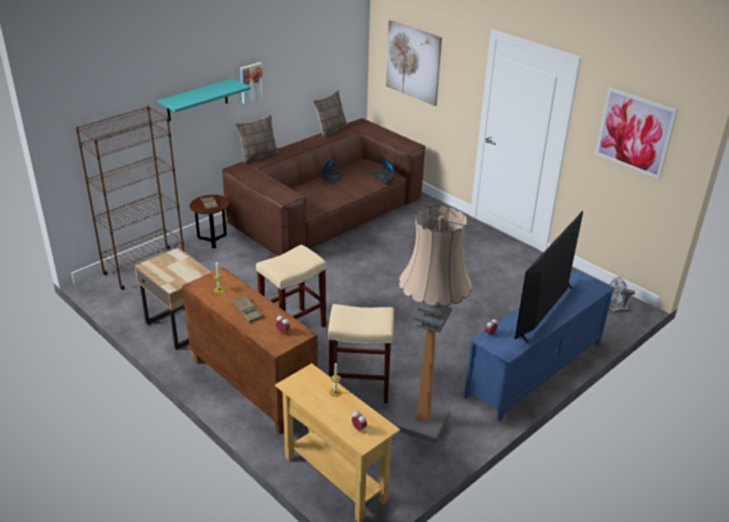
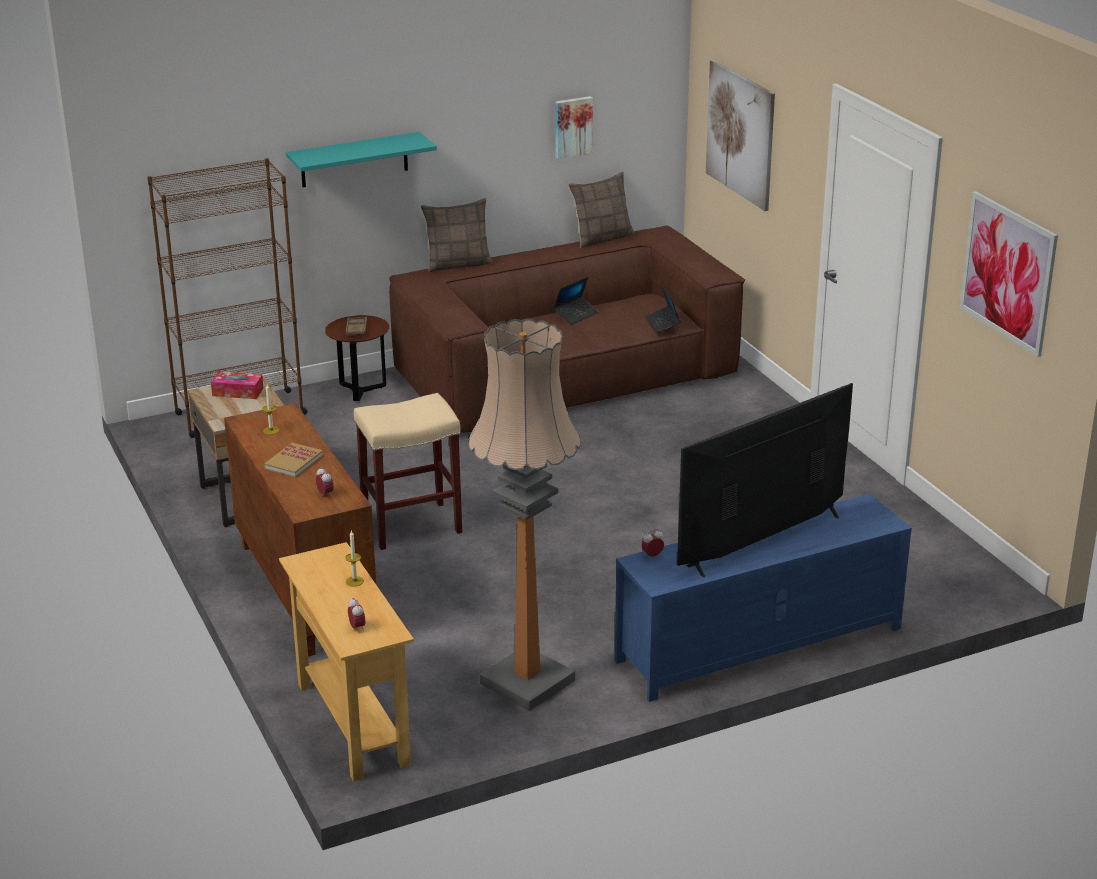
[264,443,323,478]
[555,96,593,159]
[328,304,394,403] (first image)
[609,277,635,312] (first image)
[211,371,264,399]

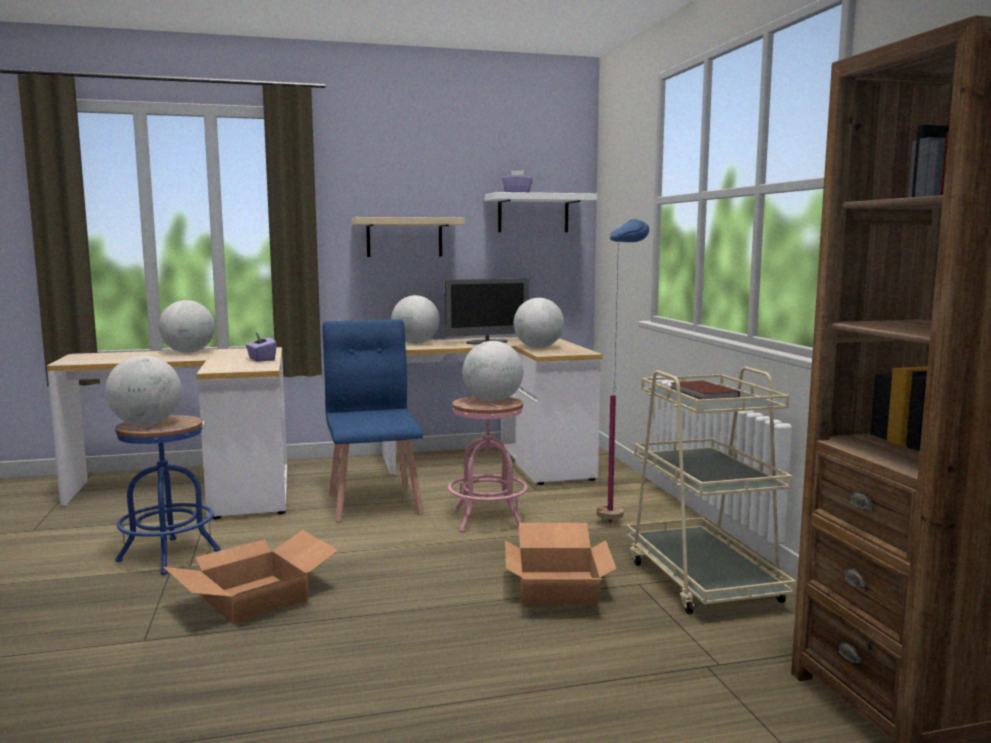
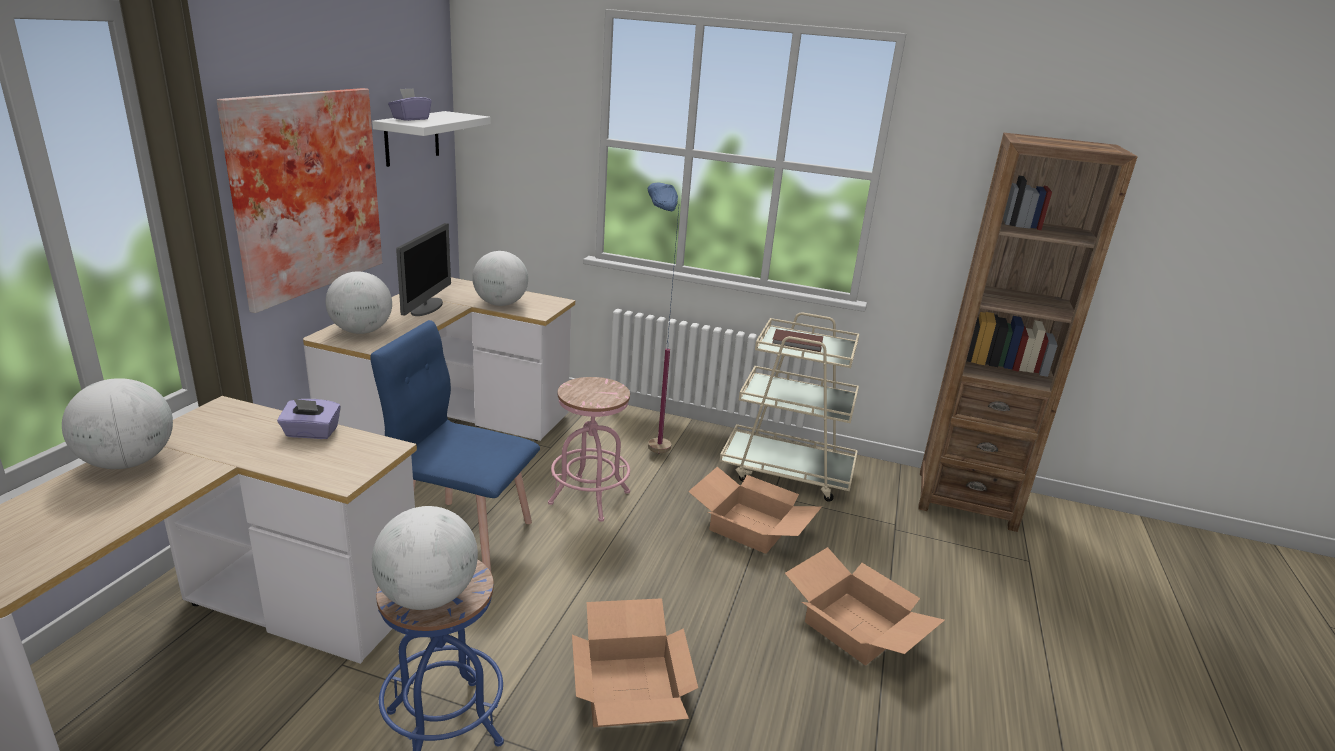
[216,88,382,313]
[463,341,523,402] (first image)
[785,547,945,665]

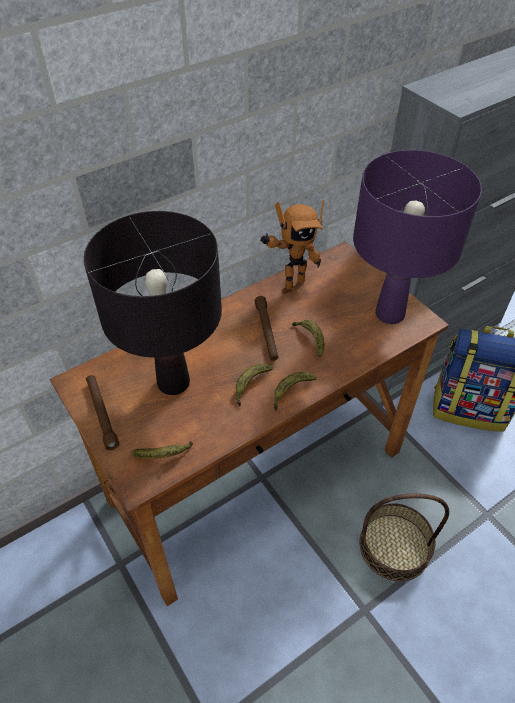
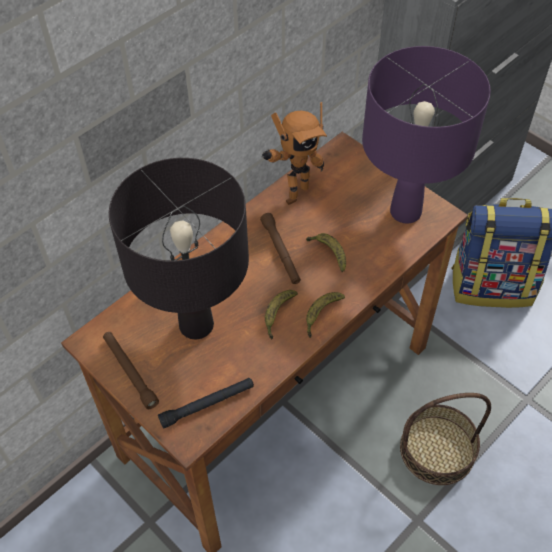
[158,378,254,429]

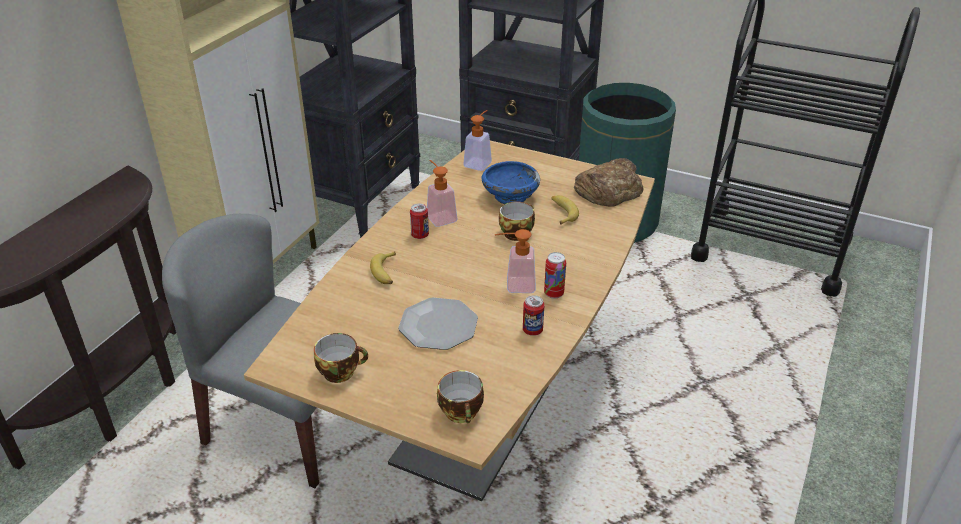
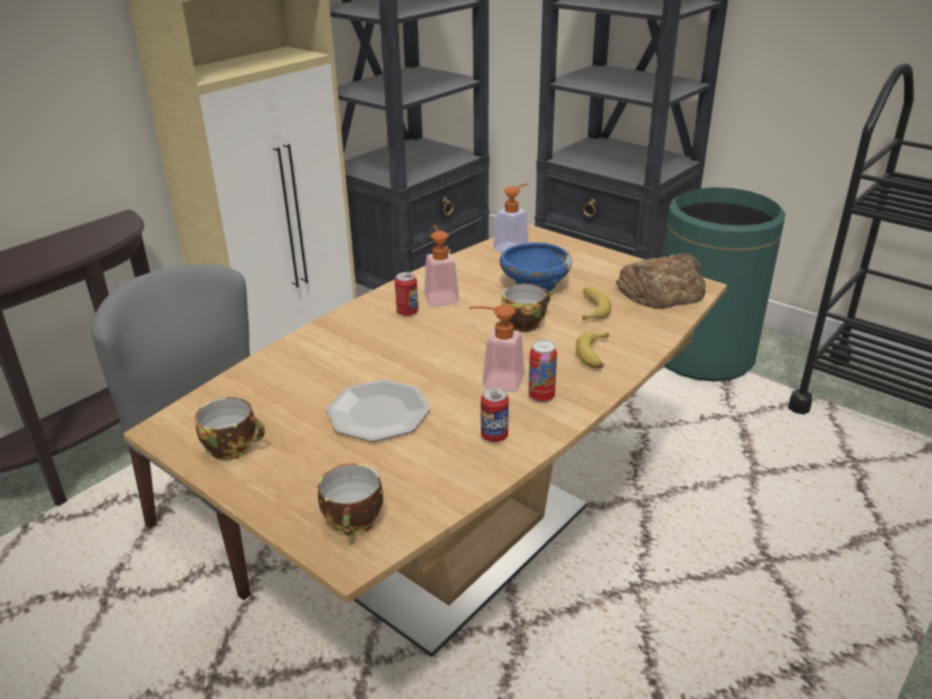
[576,332,609,368]

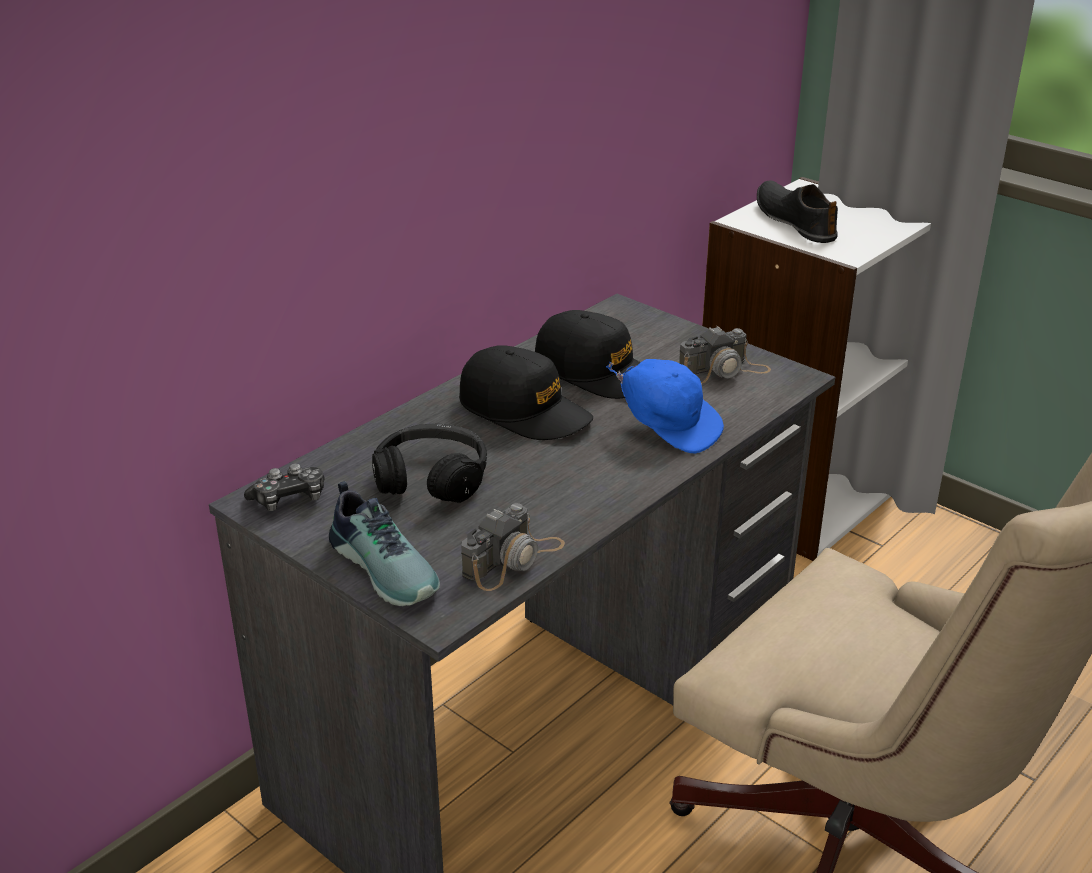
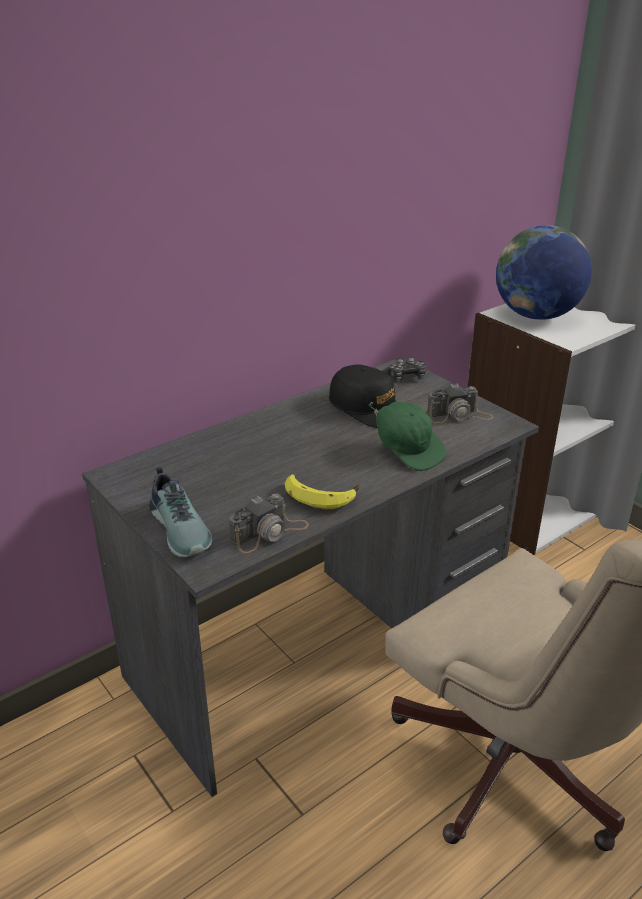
[383,358,427,382]
[372,424,487,503] (first image)
[459,345,593,440] (first image)
[368,402,446,471]
[496,225,592,320]
[285,474,359,509]

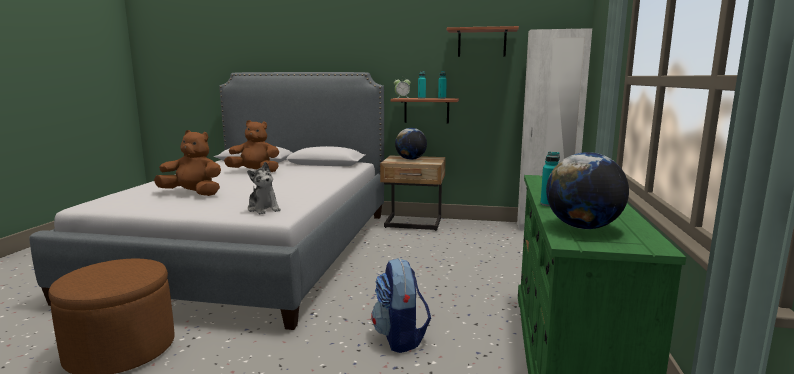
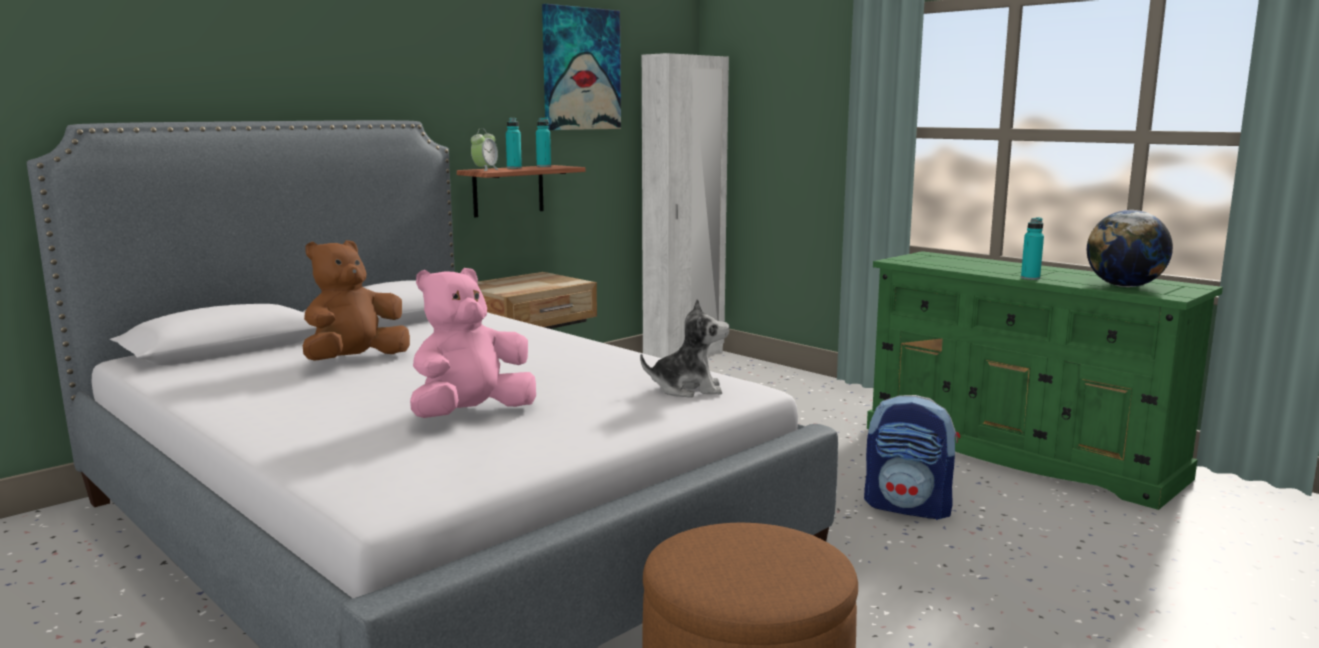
[410,268,536,418]
[395,128,427,160] (first image)
[542,4,621,130]

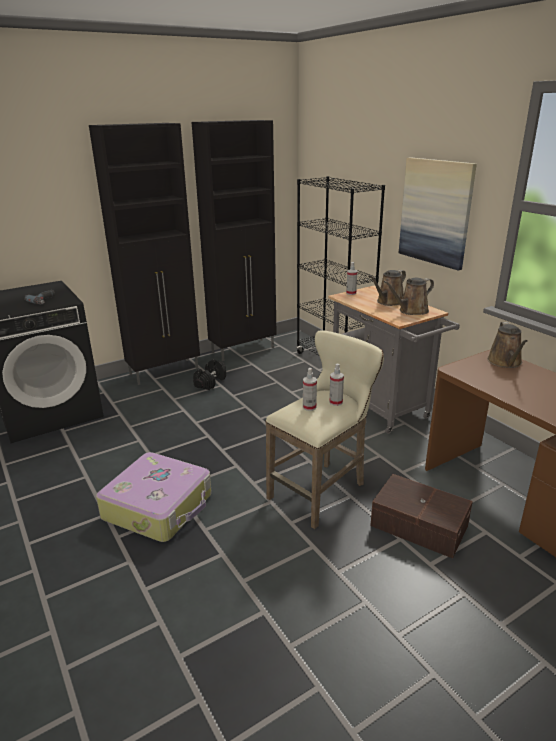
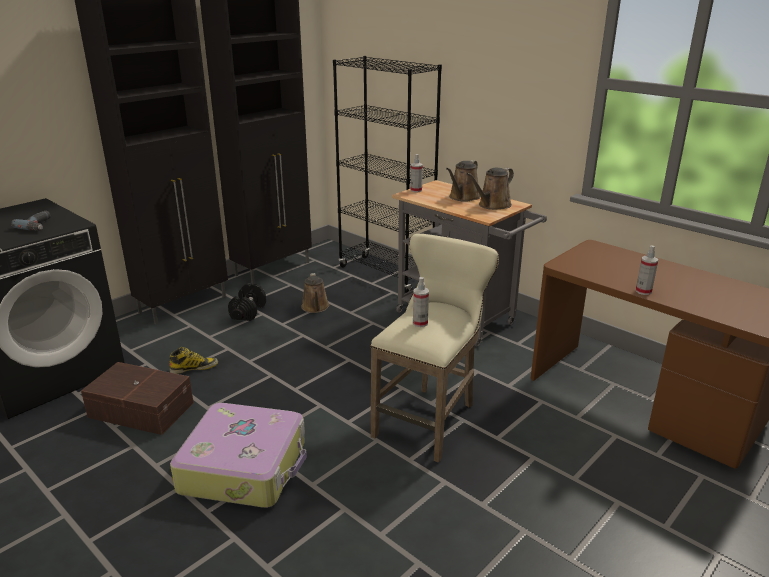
[636,246,658,295]
[81,362,194,435]
[399,157,477,271] (first image)
[301,273,329,313]
[169,347,218,374]

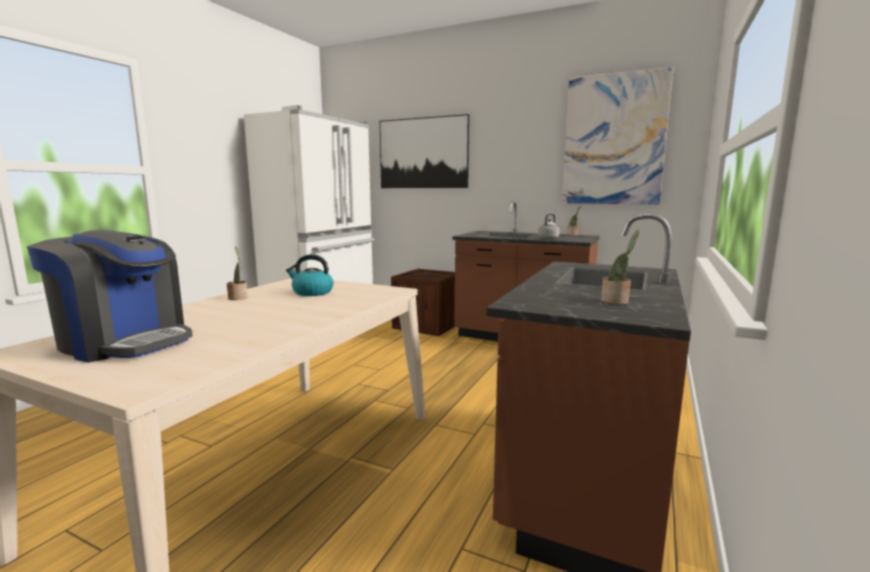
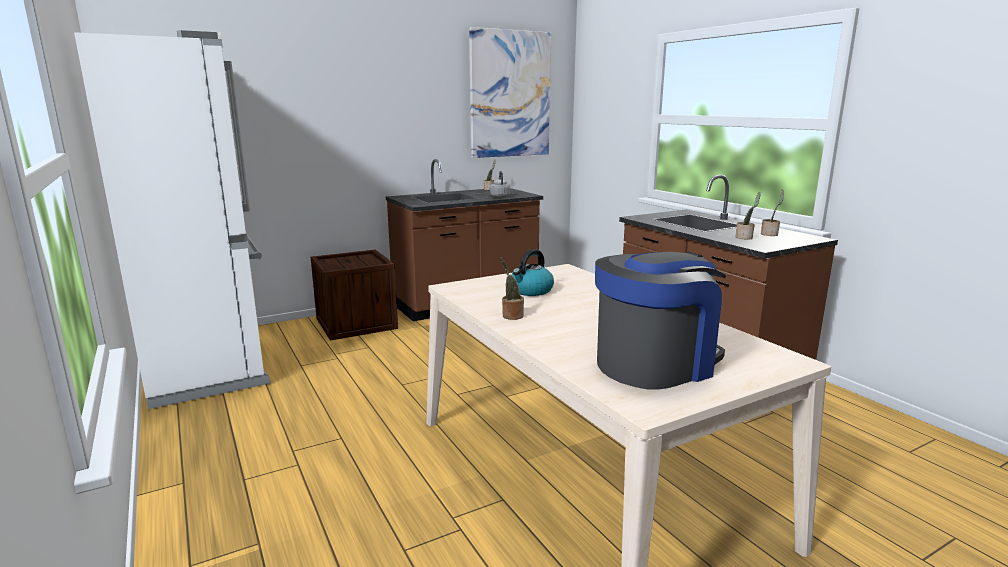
[380,114,469,188] (first image)
[735,192,761,239]

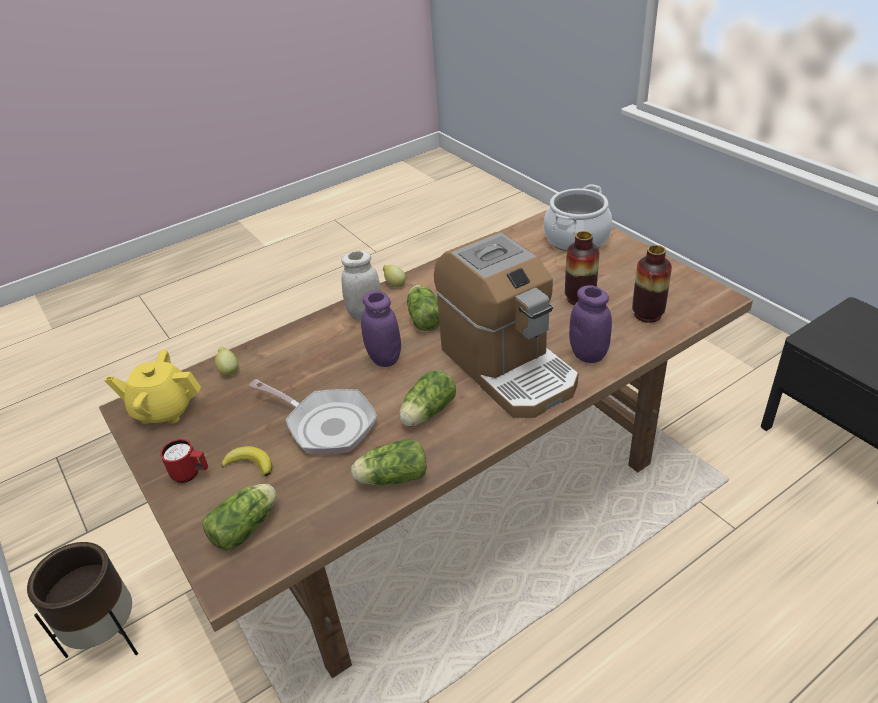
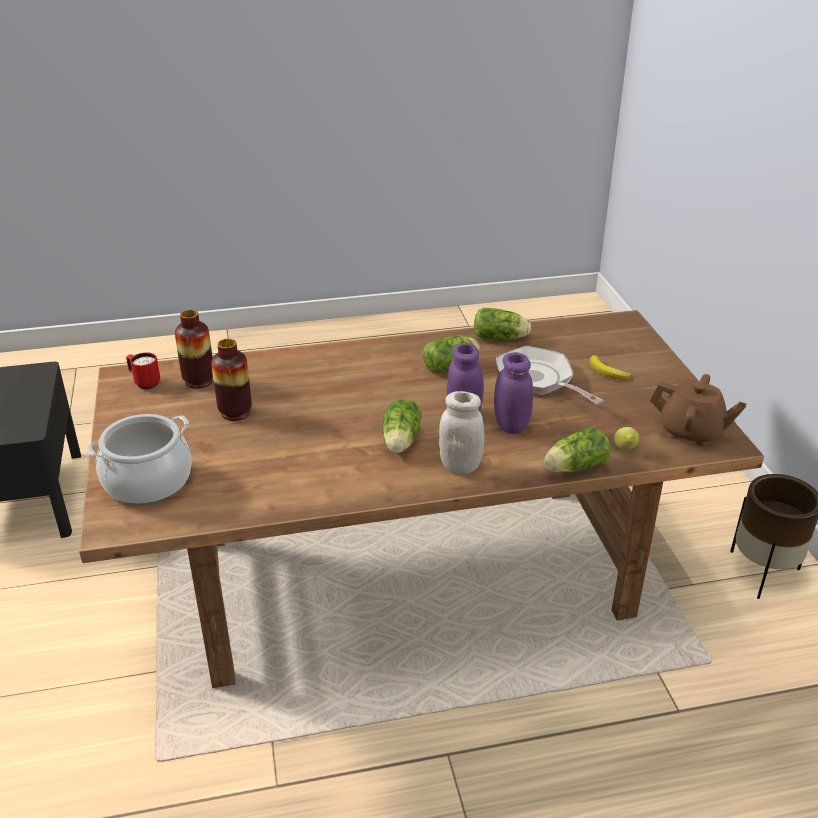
[650,374,747,446]
[126,352,160,389]
[544,428,611,472]
[383,265,406,287] (first image)
[434,232,579,418] (first image)
[494,352,533,434]

